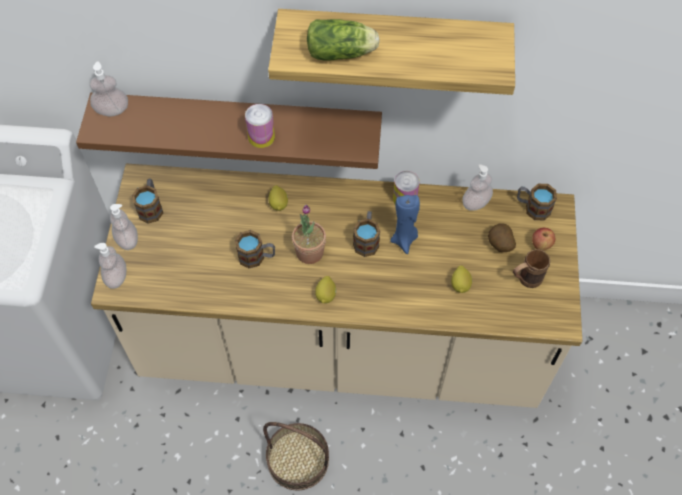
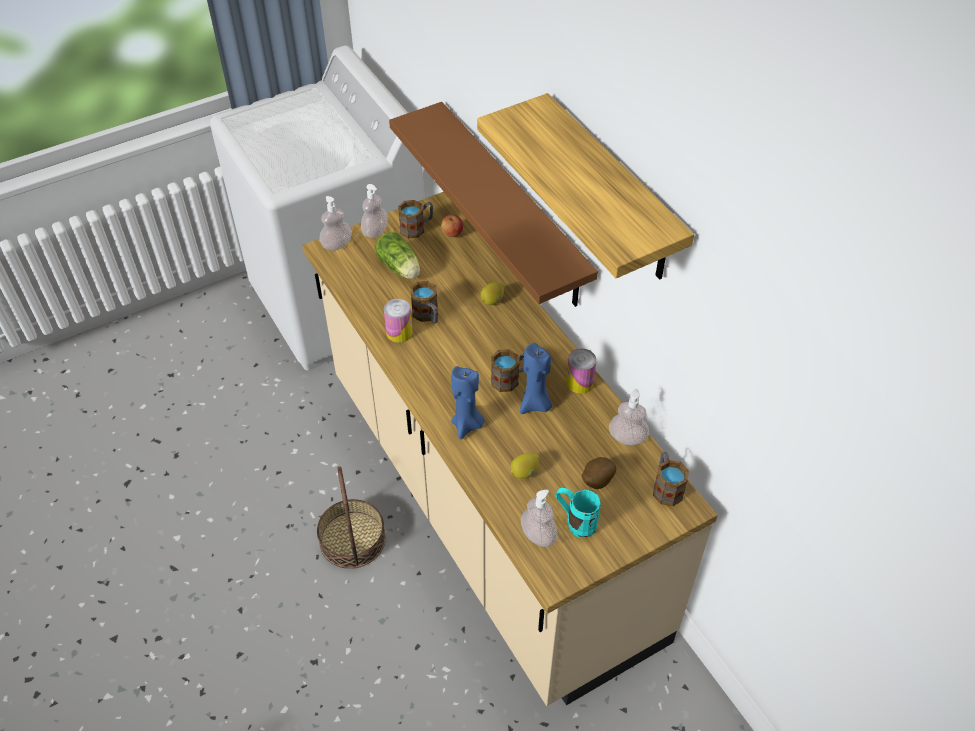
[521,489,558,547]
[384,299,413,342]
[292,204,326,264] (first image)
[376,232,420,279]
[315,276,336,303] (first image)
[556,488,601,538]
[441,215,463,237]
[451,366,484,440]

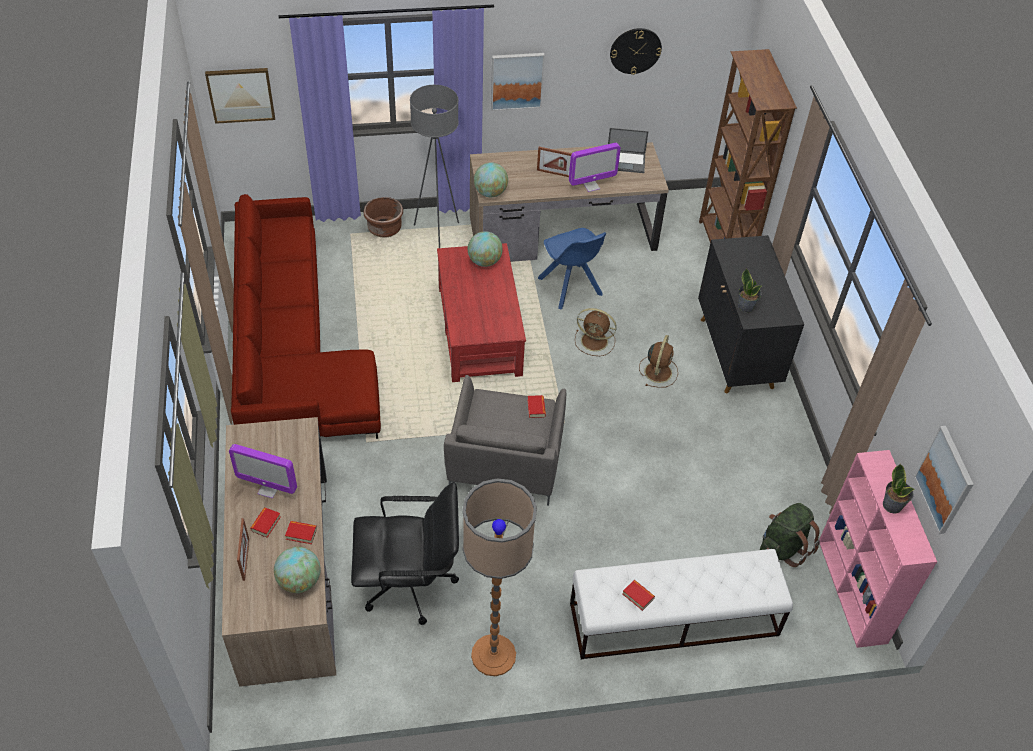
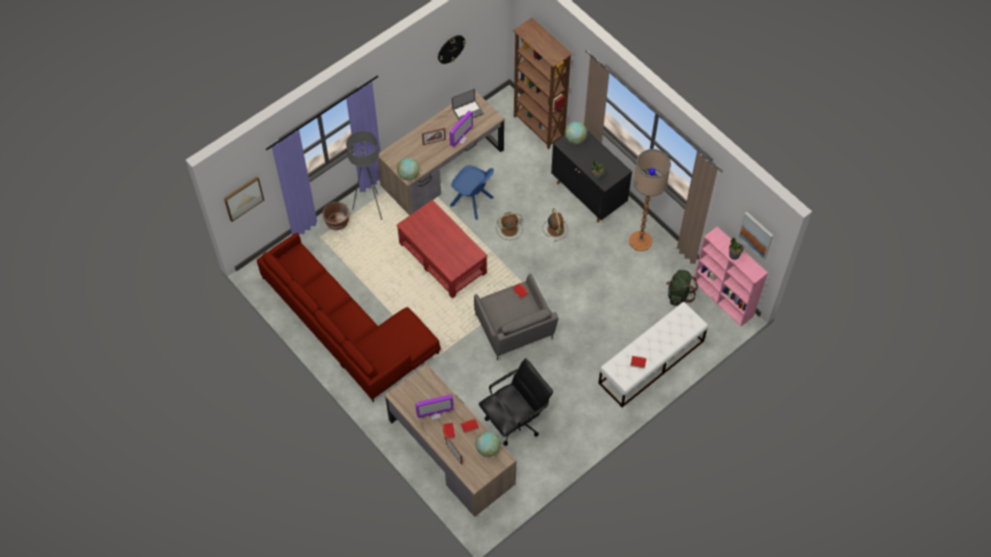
[629,149,671,251]
[565,122,587,144]
[491,53,545,111] (first image)

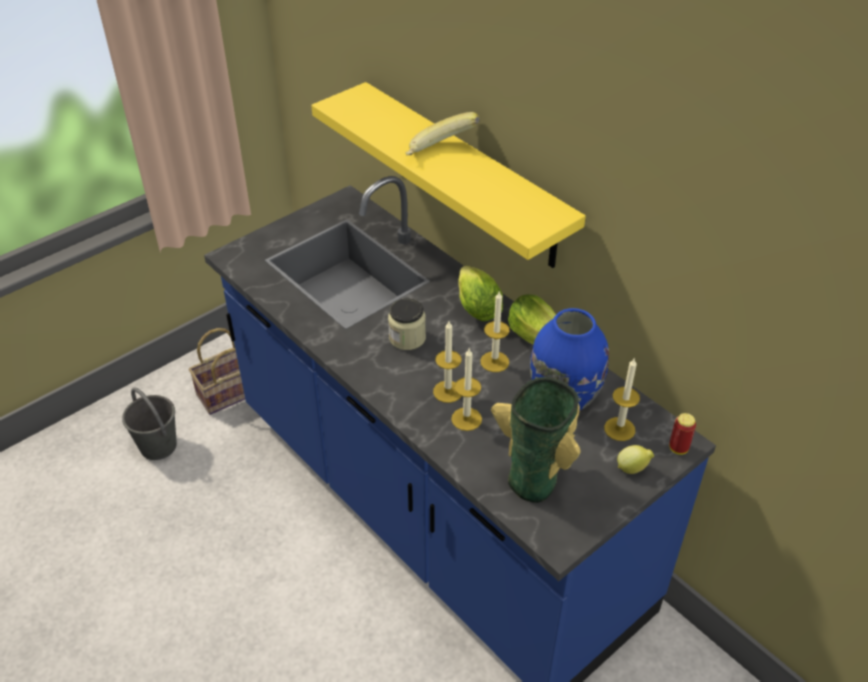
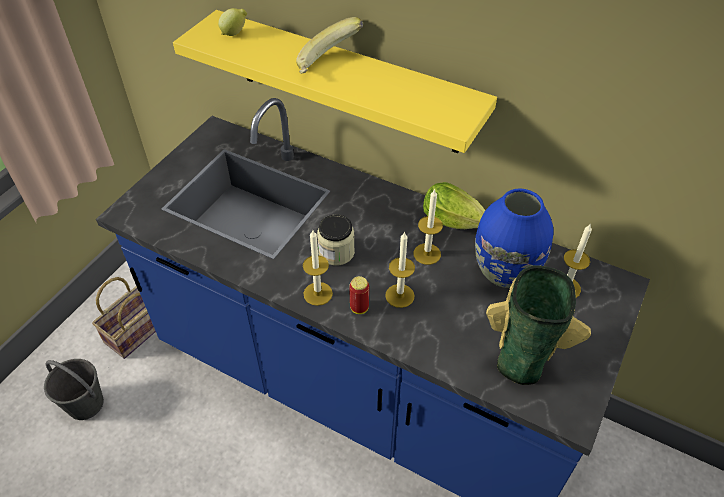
[303,230,333,306]
[458,266,503,321] (first image)
[218,8,247,36]
[349,276,369,314]

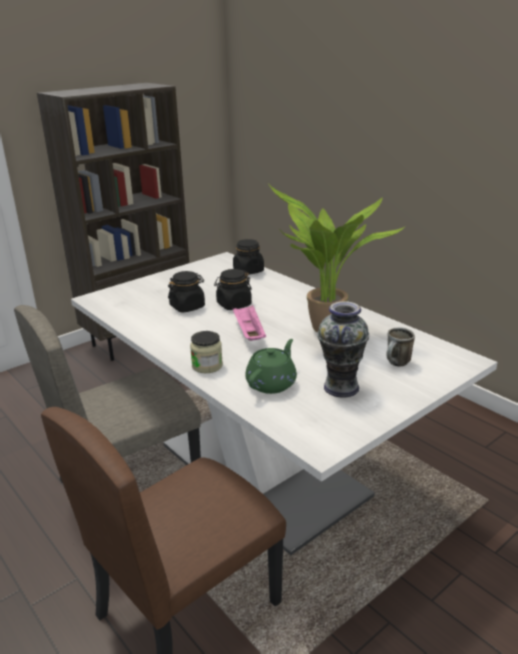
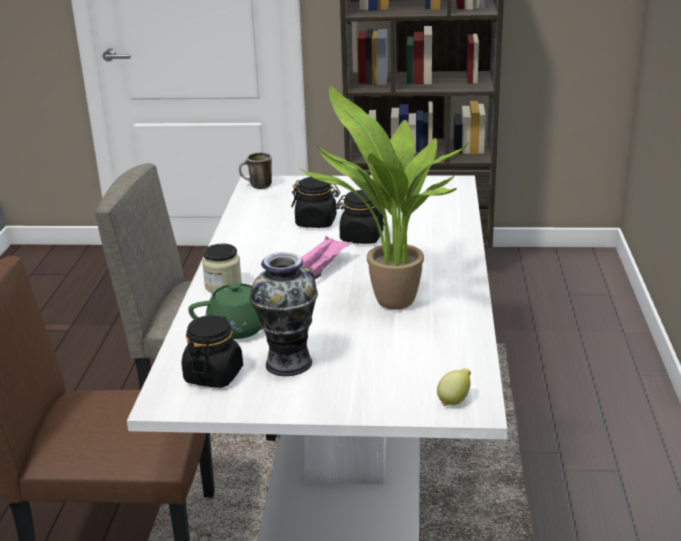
[182,315,243,388]
[239,152,272,189]
[437,368,471,406]

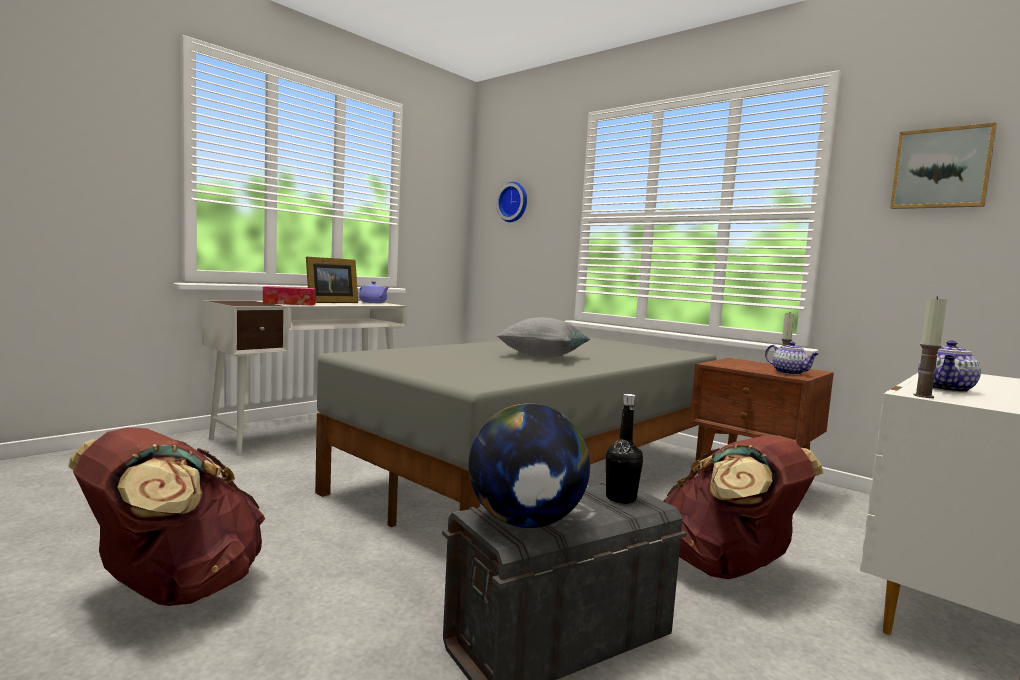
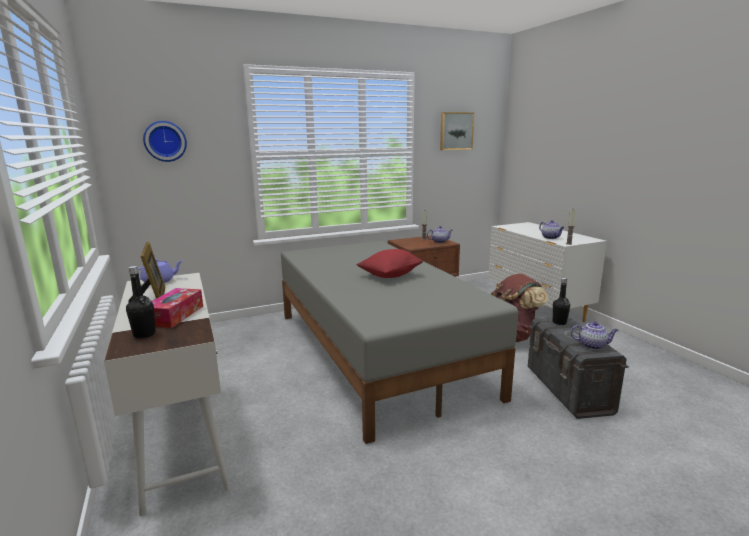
[68,427,265,606] (first image)
[570,322,619,349]
[356,249,423,278]
[126,266,155,339]

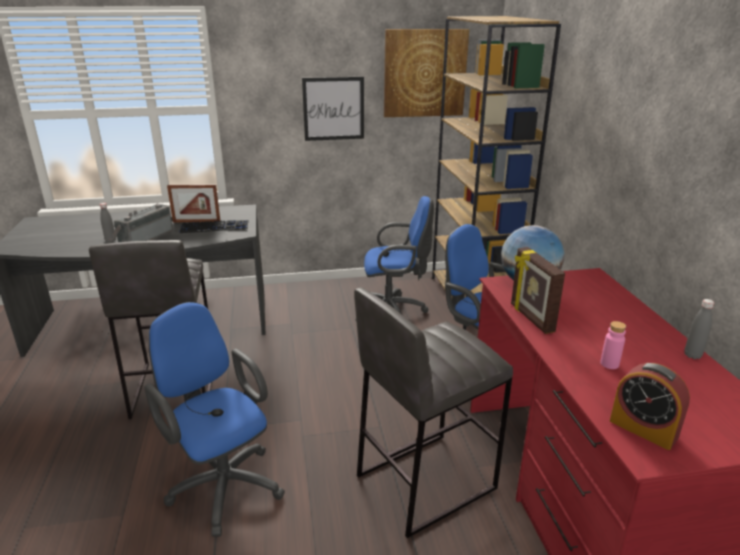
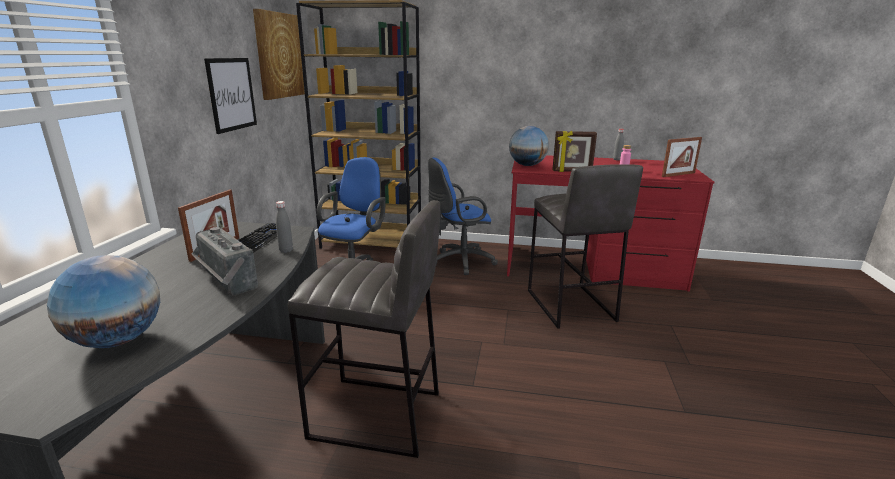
[276,201,293,253]
[144,302,285,537] (first image)
[662,137,702,177]
[47,255,160,348]

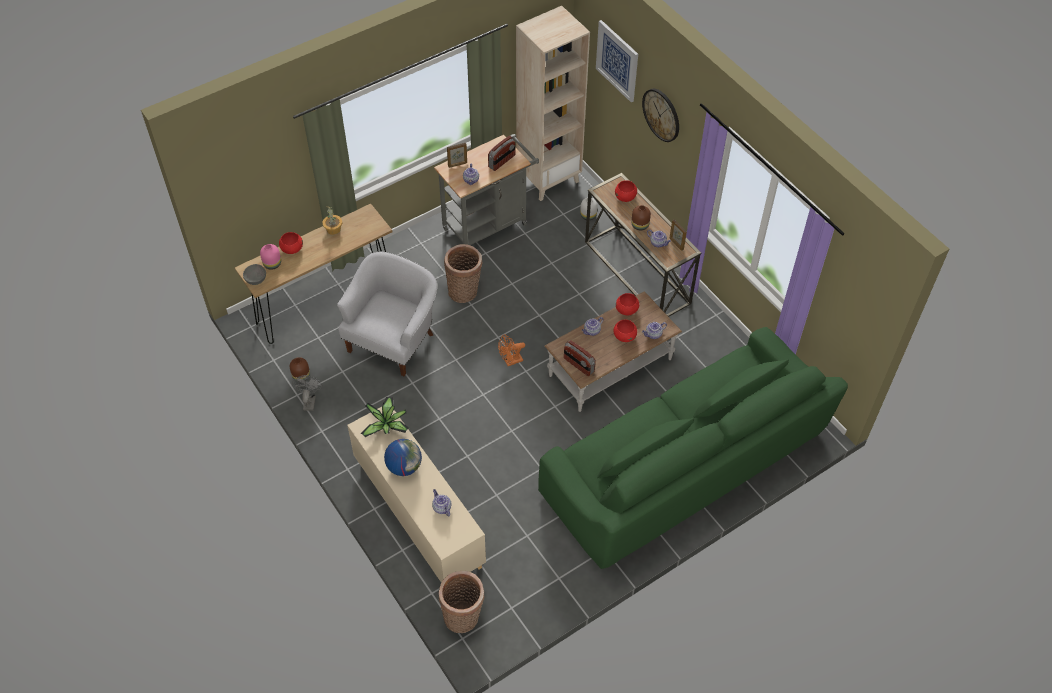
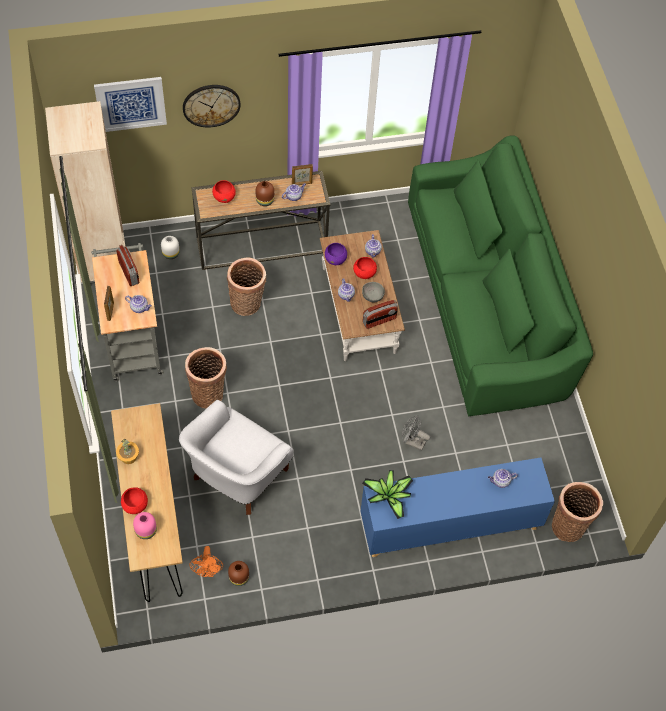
[362,282,385,302]
[402,415,430,451]
[179,400,294,515]
[361,457,555,557]
[384,439,422,476] (first image)
[189,546,223,577]
[325,243,347,265]
[227,258,266,316]

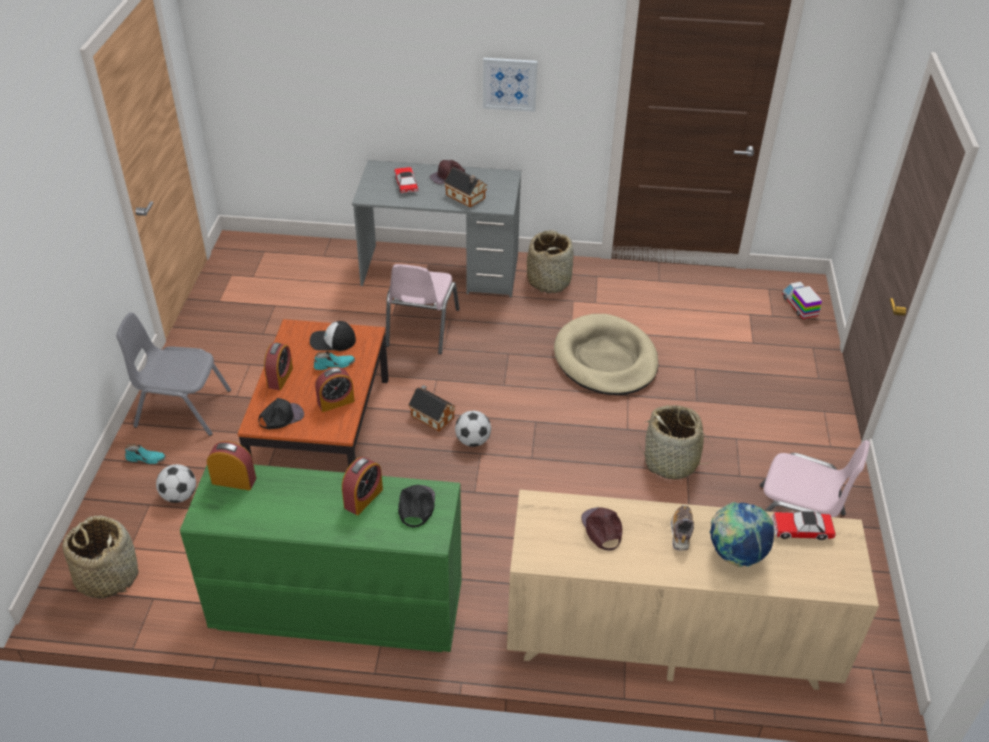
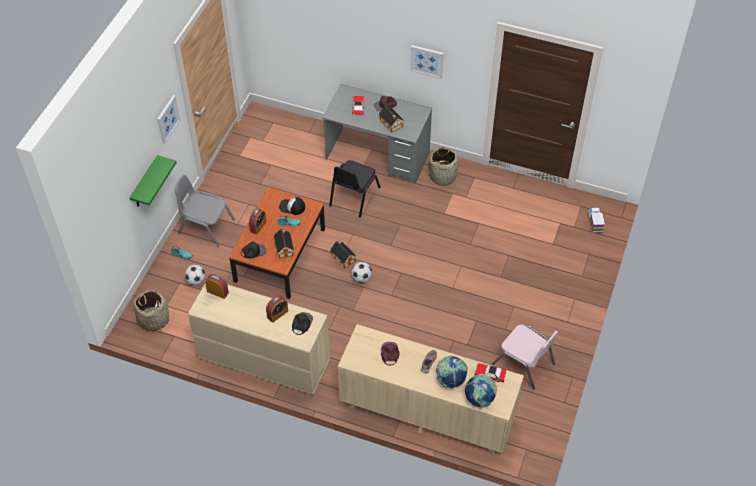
[188,284,330,395]
[274,229,294,259]
[329,160,381,217]
[554,314,659,395] (first image)
[638,405,715,479] (first image)
[130,155,177,206]
[157,95,180,144]
[465,374,497,408]

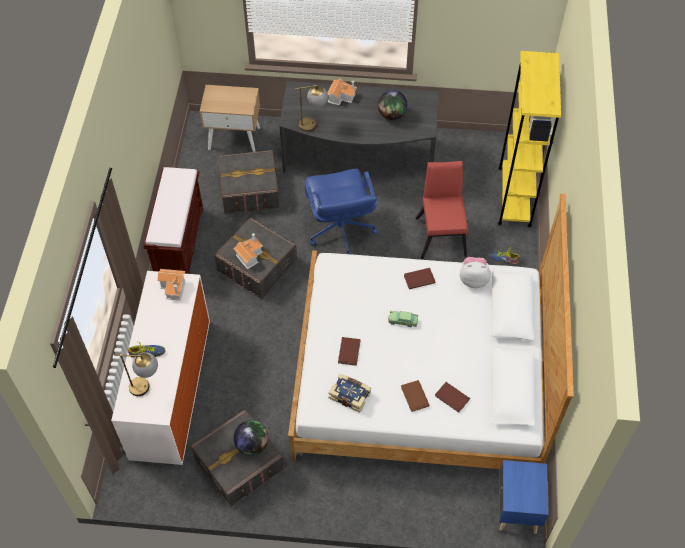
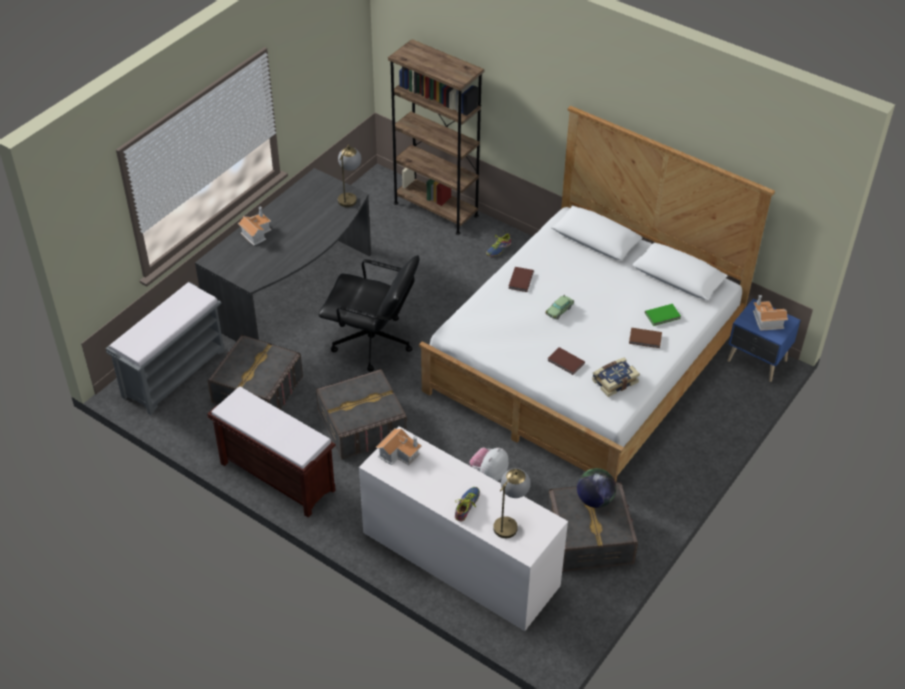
[106,282,225,415]
[753,295,788,331]
[338,144,361,207]
[319,255,419,372]
[378,90,407,120] (first image)
[416,161,468,259] (first image)
[645,304,681,326]
[470,448,509,481]
[388,39,484,235]

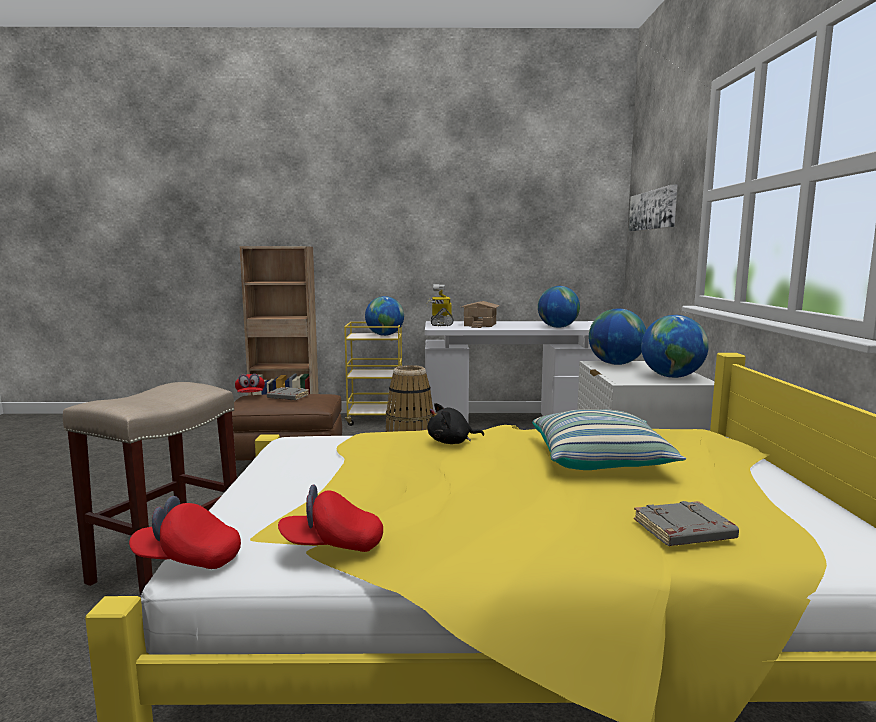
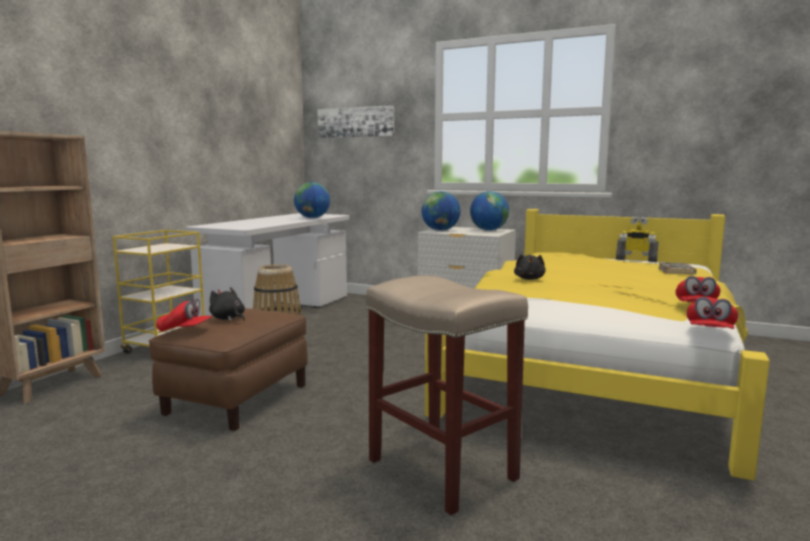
[209,287,245,321]
[365,296,404,336] (first image)
[616,217,659,262]
[462,301,500,328] (first image)
[532,409,686,470] (first image)

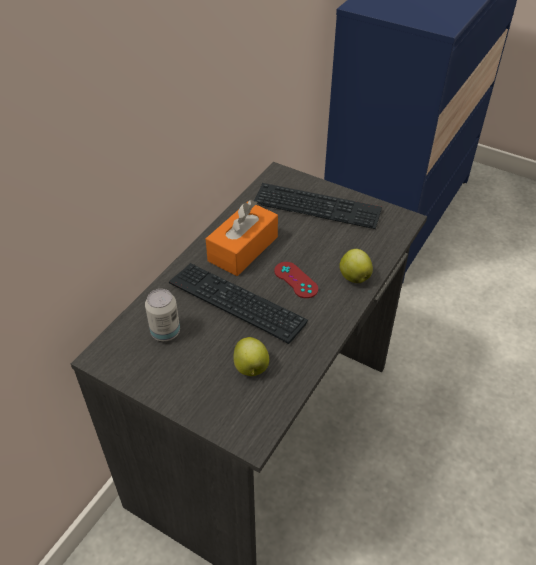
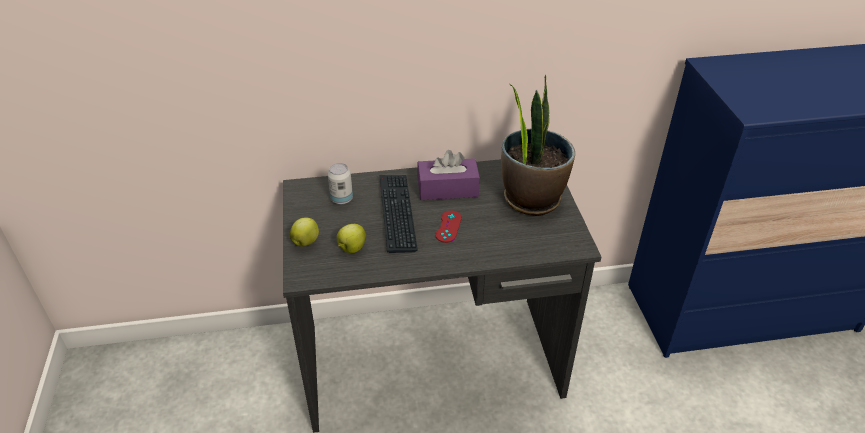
[417,150,480,200]
[501,75,575,216]
[290,218,319,246]

